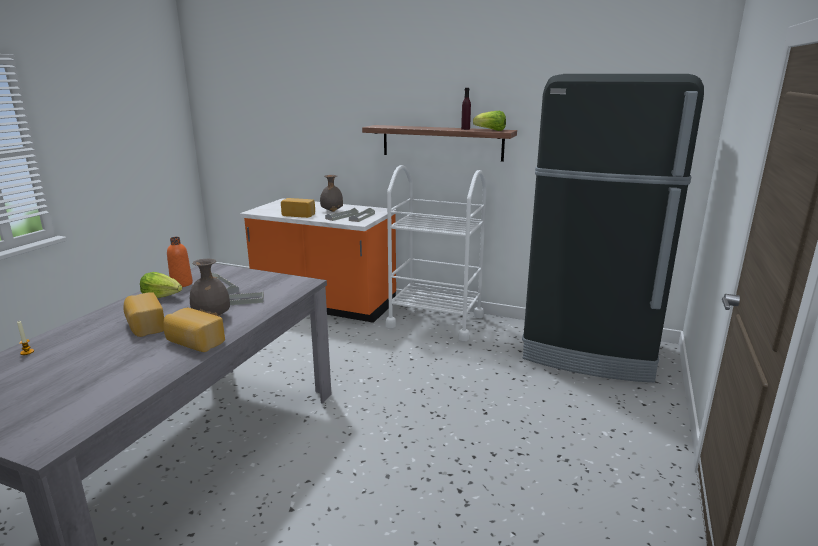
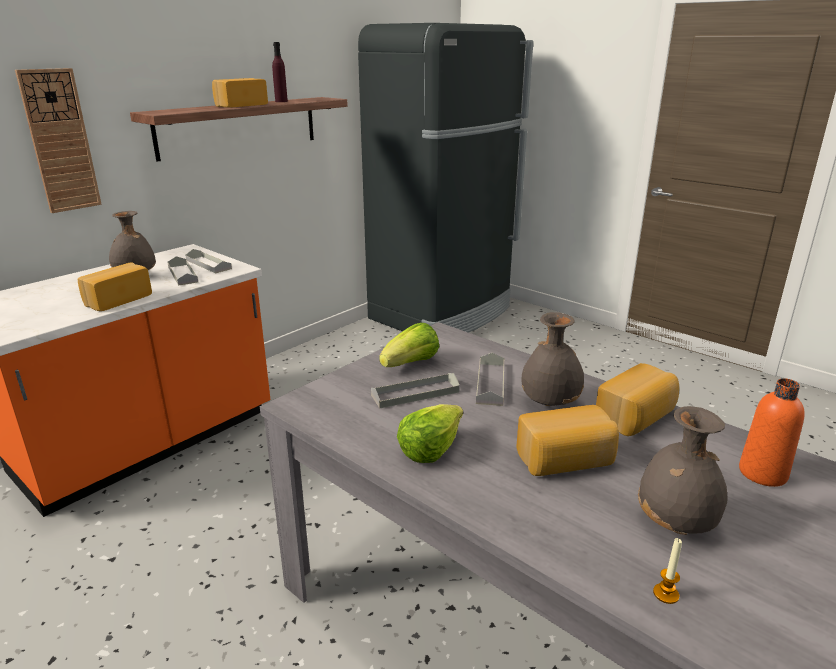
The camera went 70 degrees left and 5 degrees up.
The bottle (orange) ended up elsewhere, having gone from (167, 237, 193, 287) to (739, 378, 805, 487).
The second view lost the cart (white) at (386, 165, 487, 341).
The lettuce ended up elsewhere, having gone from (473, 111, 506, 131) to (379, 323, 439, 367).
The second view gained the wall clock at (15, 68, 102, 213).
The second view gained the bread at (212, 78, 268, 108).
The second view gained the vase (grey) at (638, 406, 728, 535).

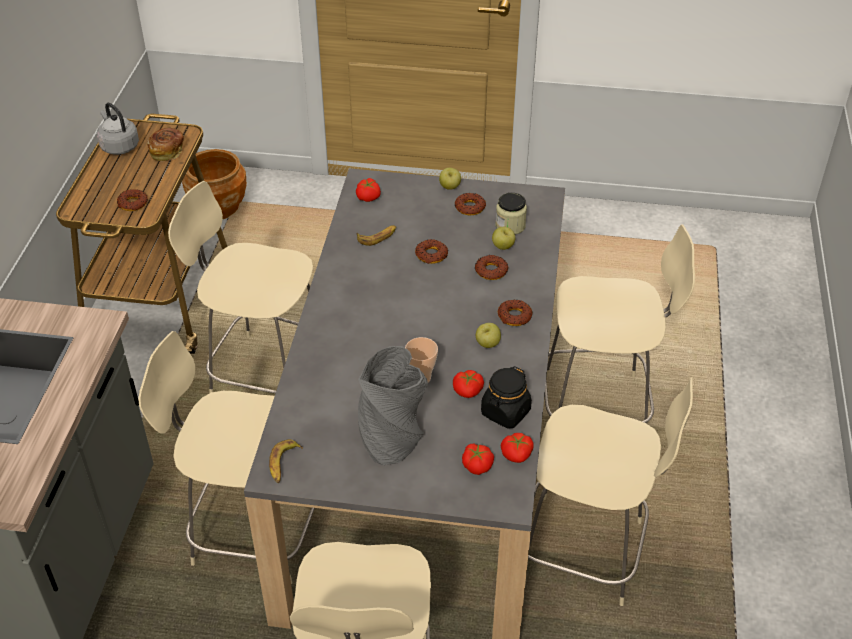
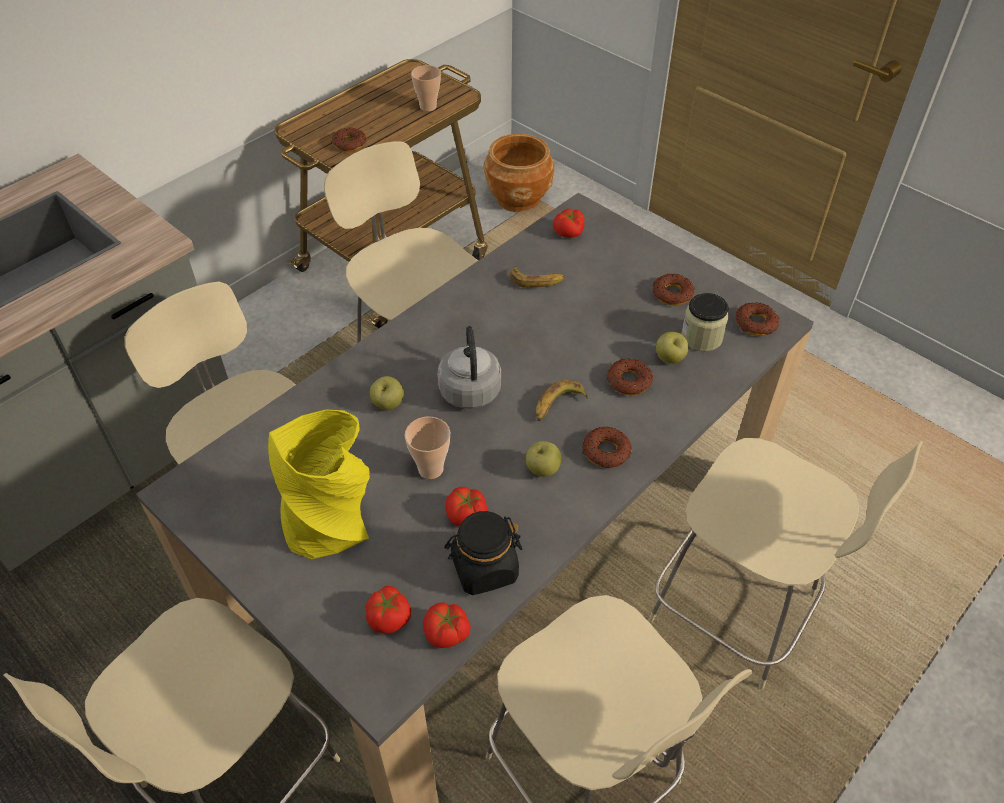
The camera went 35 degrees right and 5 degrees up.
The kettle (grey) ended up elsewhere, having gone from (97, 103, 139, 155) to (437, 326, 501, 409).
Where the bread stood at (147, 128, 184, 161), the cup came to stand at (411, 65, 441, 111).
The banana ended up elsewhere, having gone from (269, 439, 303, 483) to (536, 380, 588, 421).
What was the vase (grey) at (358, 346, 428, 465) turned into the vase (yellow) at (268, 409, 370, 559).
The donut ended up elsewhere, having gone from (415, 239, 448, 264) to (735, 302, 779, 336).
The apple ended up elsewhere, having gone from (439, 168, 461, 190) to (370, 376, 404, 410).

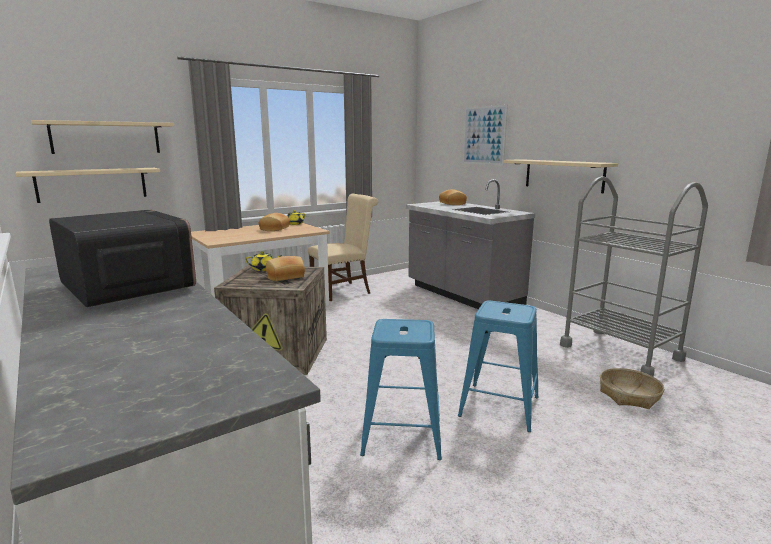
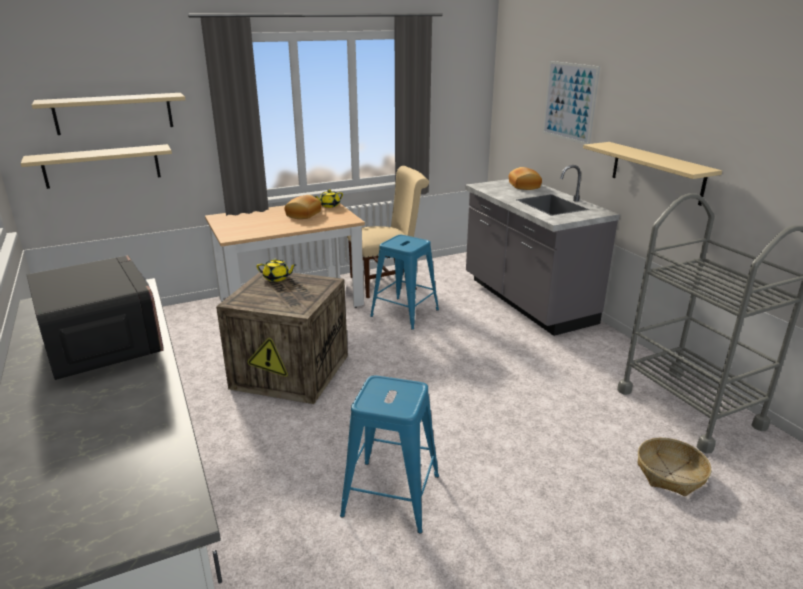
The camera went 10 degrees right and 10 degrees up.
The second view lost the bread at (266, 256, 305, 281).
The stool (blue) ended up elsewhere, having gone from (458, 301, 539, 432) to (370, 235, 439, 330).

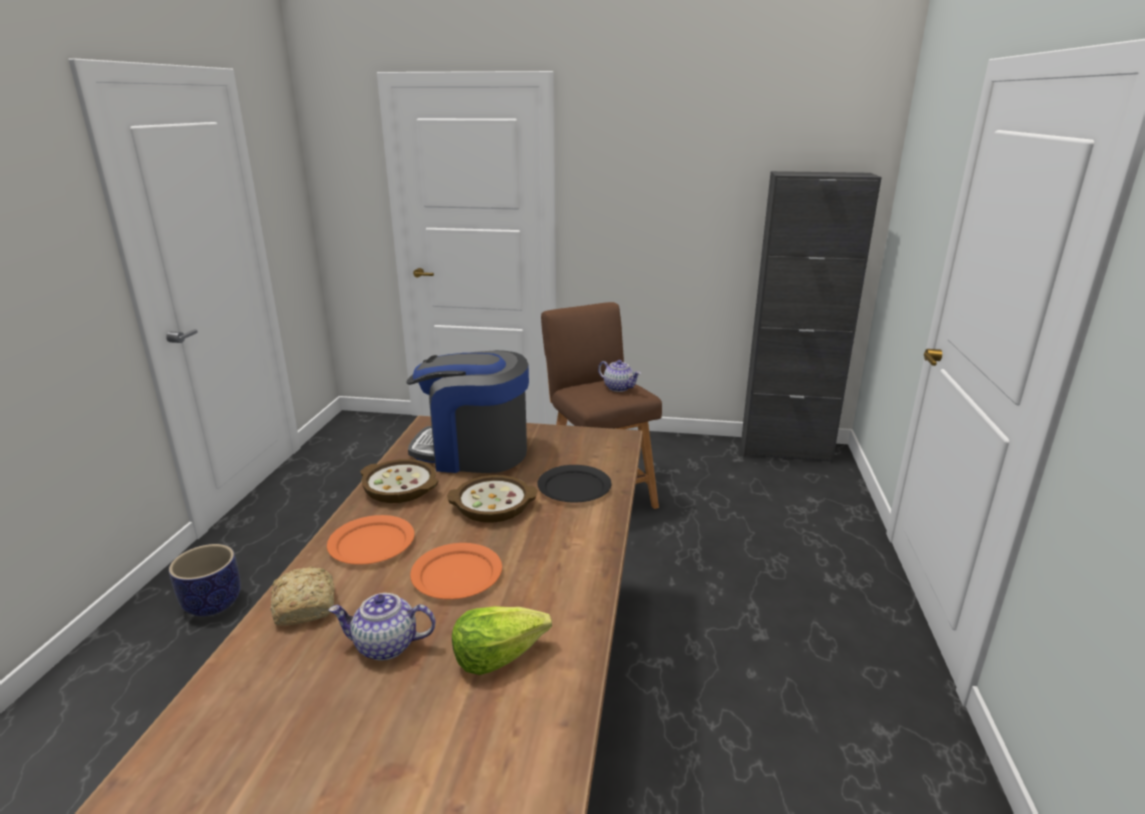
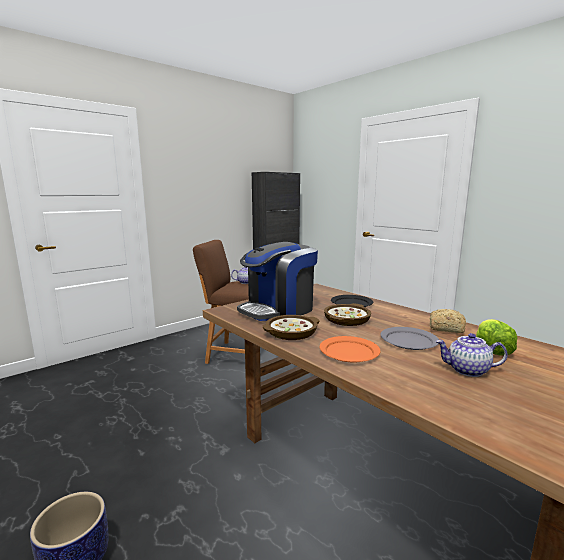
The camera went 50 degrees left and 10 degrees down.
The bread ended up elsewhere, having gone from (270, 566, 335, 626) to (430, 309, 466, 333).
The teapot at (329, 593, 436, 661) ended up facing another way, 60 degrees clockwise from before.
What was the plate (orange) at (410, 543, 502, 599) turned into the plate (grey) at (380, 327, 439, 350).

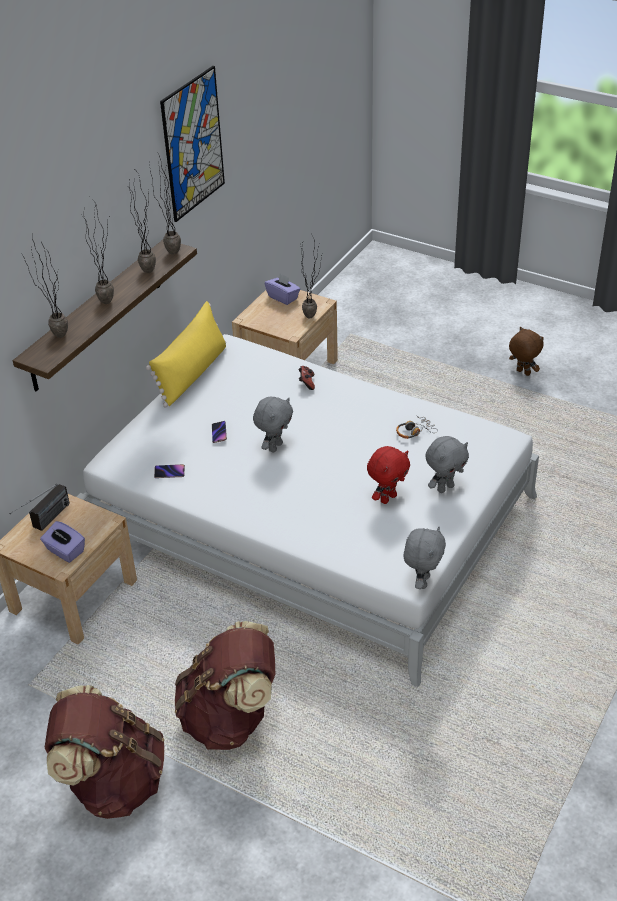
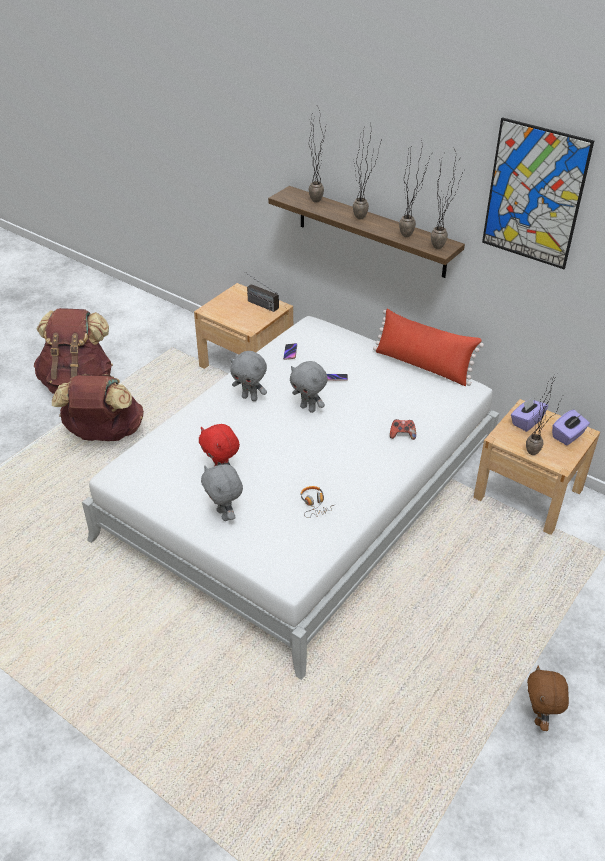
The camera went 95 degrees right and 0 degrees up.
The tissue box (purple) ended up elsewhere, having gone from (40, 521, 85, 563) to (511, 397, 548, 432).
What was the pillow (yellow) at (146, 301, 226, 408) turned into the pillow (red) at (373, 308, 484, 386).
The plush toy (grey) ended up elsewhere, having gone from (403, 527, 446, 589) to (230, 351, 267, 401).
The plush toy (brown) at (509, 327, 544, 376) ended up facing another way, 135 degrees clockwise from before.

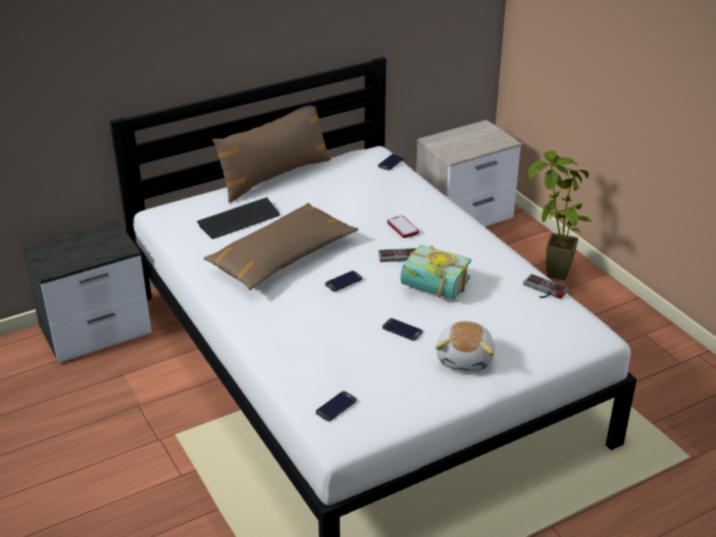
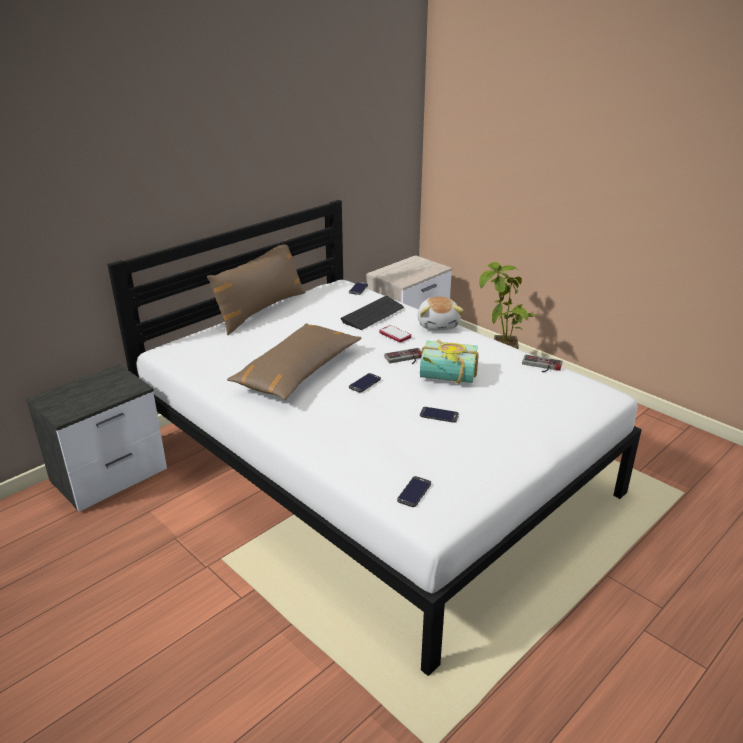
The camera went 15 degrees left and 5 degrees down.
The keyboard ended up elsewhere, having gone from (197, 197, 280, 239) to (340, 296, 404, 330).
The plush toy ended up elsewhere, having gone from (435, 321, 495, 371) to (417, 297, 464, 330).

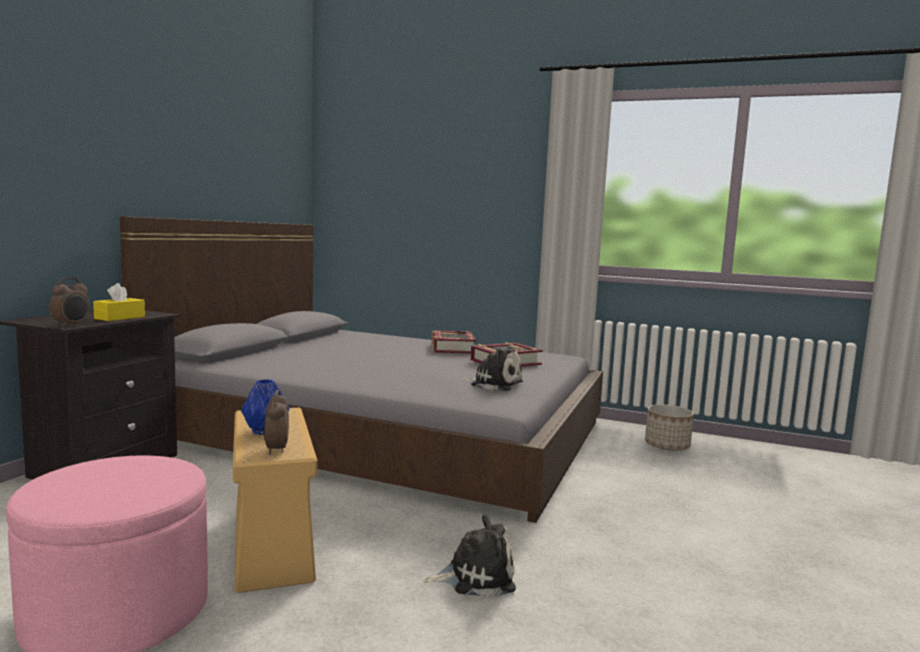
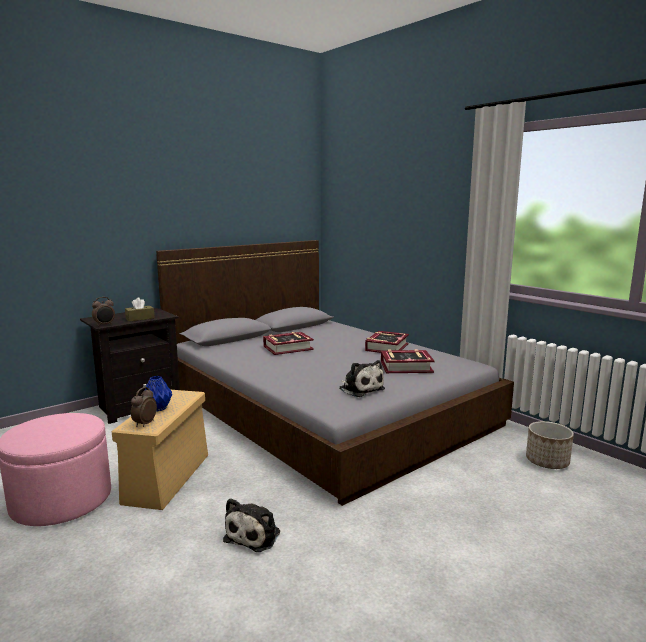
The camera went 30 degrees right and 5 degrees up.
What was the tissue box (yellow) at (93, 283, 145, 321) turned into the tissue box (brown) at (125, 298, 155, 322).
The plush toy at (424, 514, 516, 597) ended up facing another way, 90 degrees clockwise from before.
The second view gained the book at (263, 332, 314, 355).

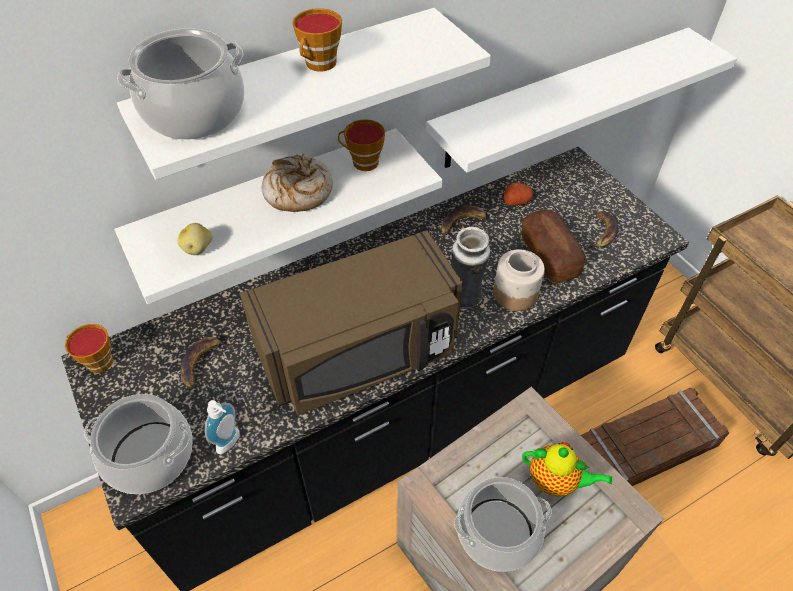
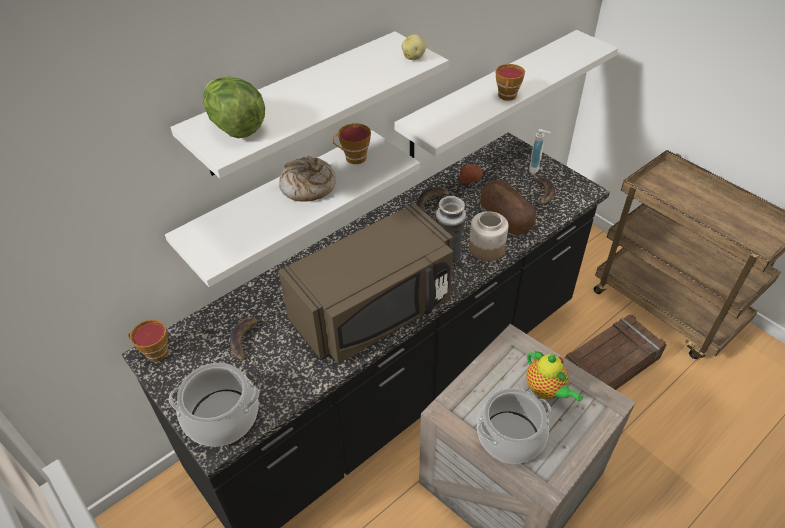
The camera went 10 degrees left and 5 degrees down.
Where the cooking pot stood at (117, 28, 244, 140), the lettuce came to stand at (203, 76, 265, 138).
The potato ended up elsewhere, having gone from (177, 223, 213, 255) to (402, 34, 427, 60).
The soap dispenser ended up elsewhere, having gone from (205, 400, 240, 454) to (529, 129, 551, 174).
The cup ended up elsewhere, having gone from (292, 8, 342, 72) to (496, 64, 525, 101).
The teapot at (522, 442, 613, 496) ended up facing another way, 45 degrees clockwise from before.

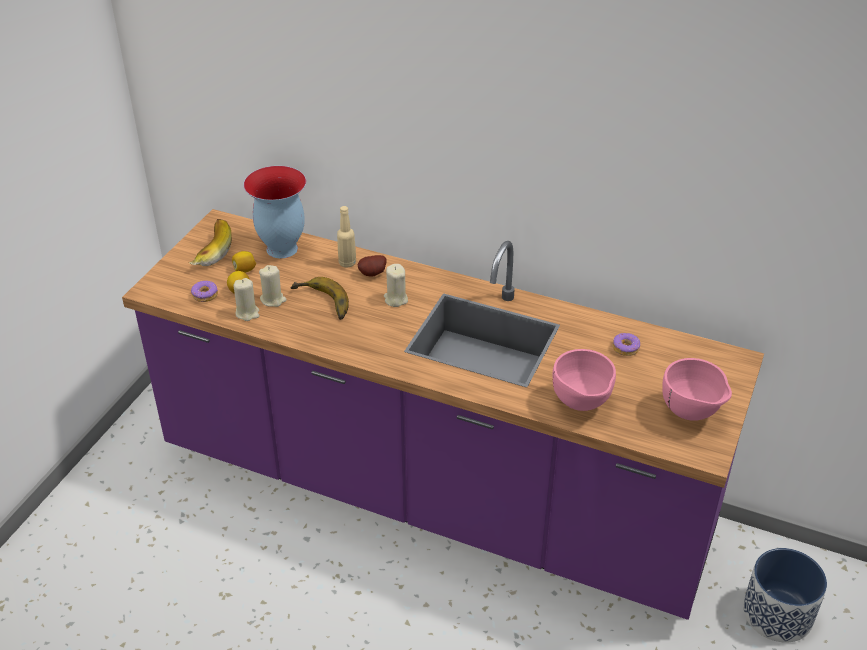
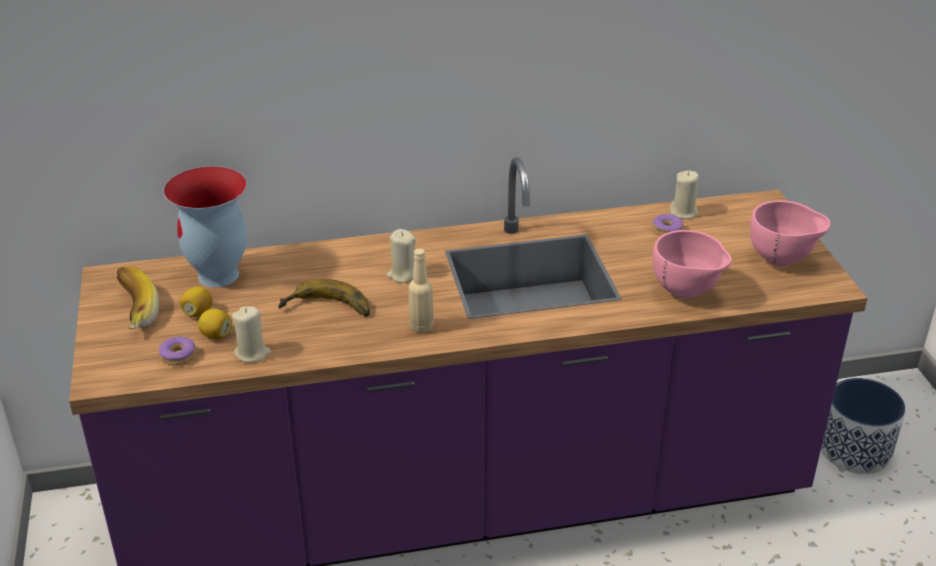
The camera went 35 degrees left and 5 degrees down.
The candle (beige) ended up elsewhere, having gone from (259, 265, 287, 307) to (670, 170, 699, 219).
The bottle (beige) ended up elsewhere, having gone from (337, 206, 356, 267) to (409, 248, 434, 333).
The second view lost the potato at (358, 255, 386, 277).

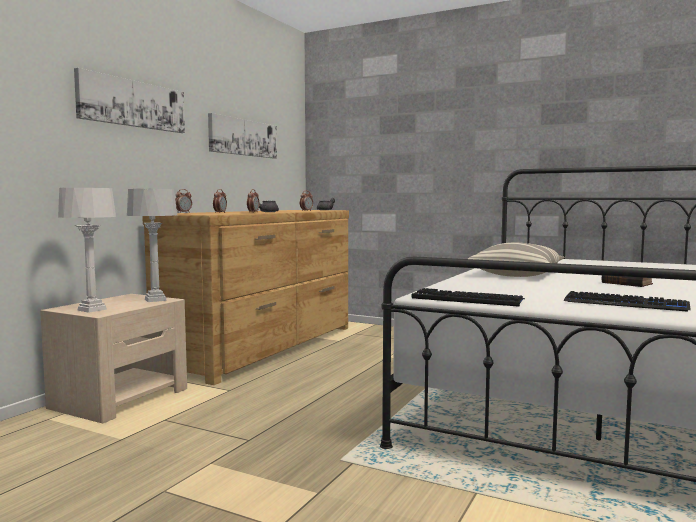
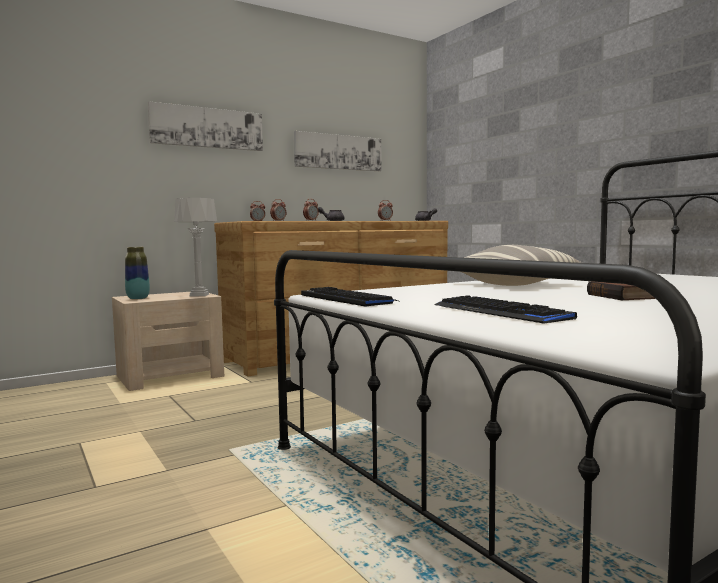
The camera went 30 degrees right and 0 degrees up.
Where the table lamp (white) stood at (58, 188, 116, 313), the vase came to stand at (125, 247, 150, 299).

